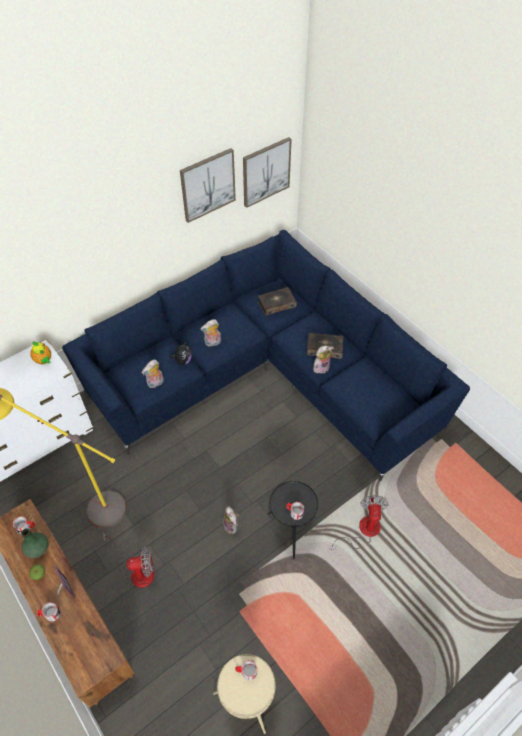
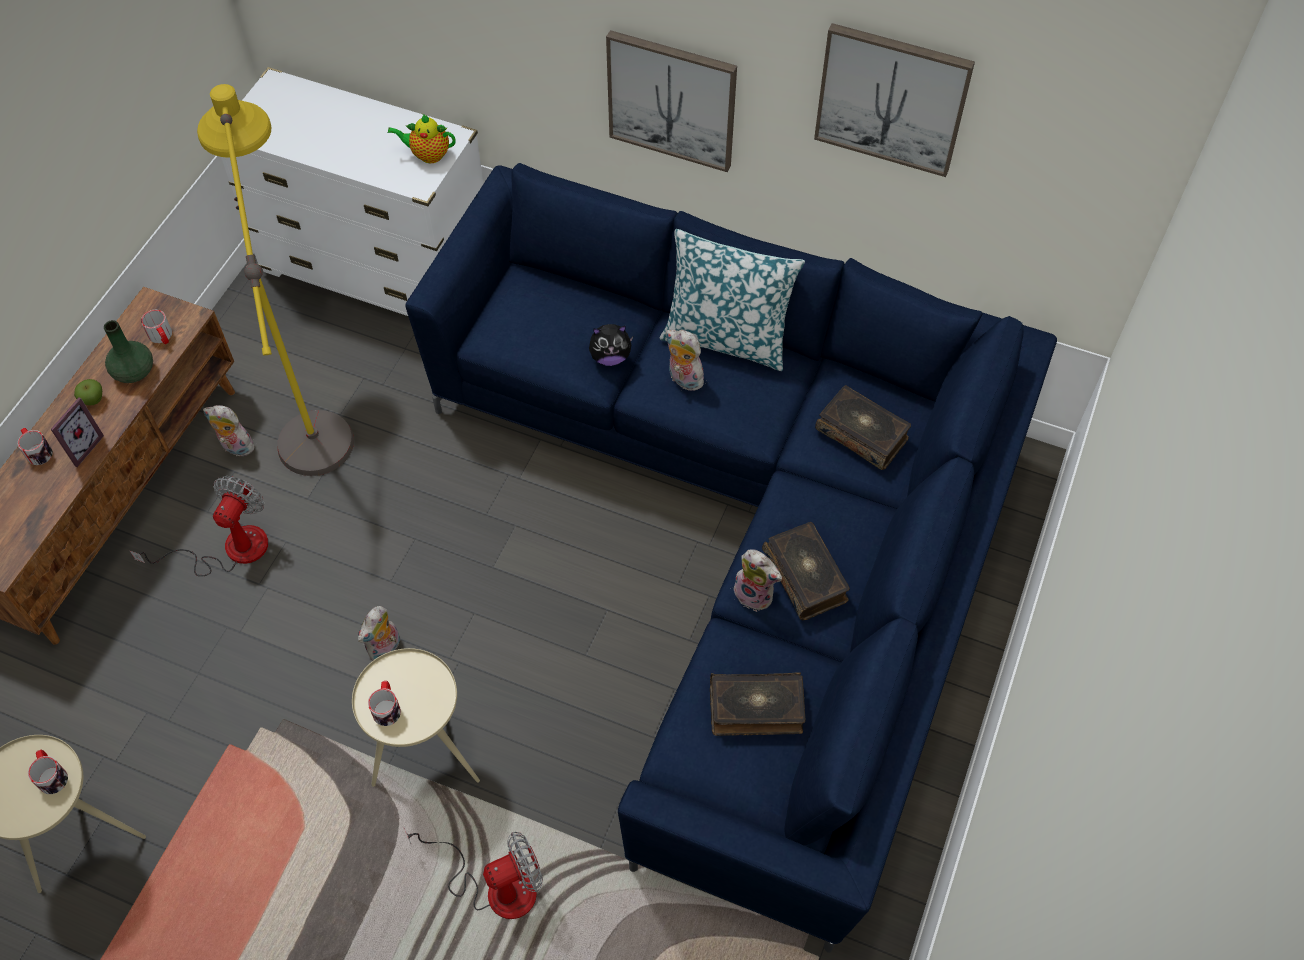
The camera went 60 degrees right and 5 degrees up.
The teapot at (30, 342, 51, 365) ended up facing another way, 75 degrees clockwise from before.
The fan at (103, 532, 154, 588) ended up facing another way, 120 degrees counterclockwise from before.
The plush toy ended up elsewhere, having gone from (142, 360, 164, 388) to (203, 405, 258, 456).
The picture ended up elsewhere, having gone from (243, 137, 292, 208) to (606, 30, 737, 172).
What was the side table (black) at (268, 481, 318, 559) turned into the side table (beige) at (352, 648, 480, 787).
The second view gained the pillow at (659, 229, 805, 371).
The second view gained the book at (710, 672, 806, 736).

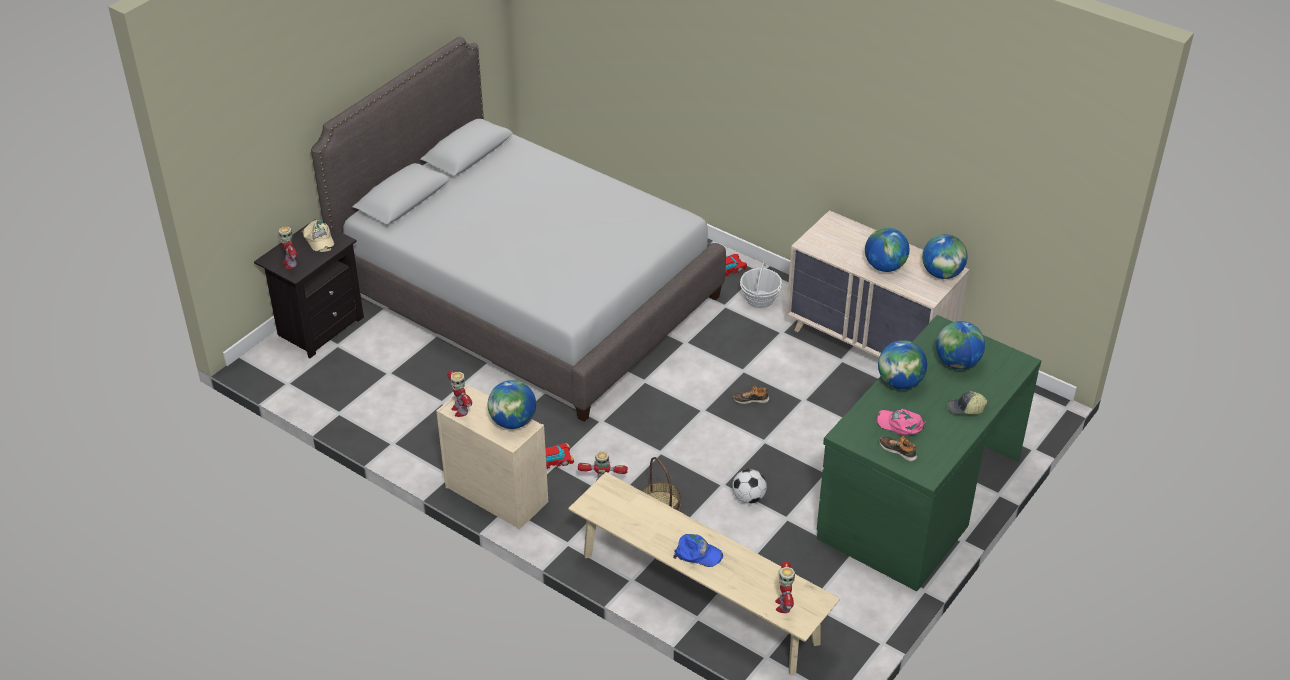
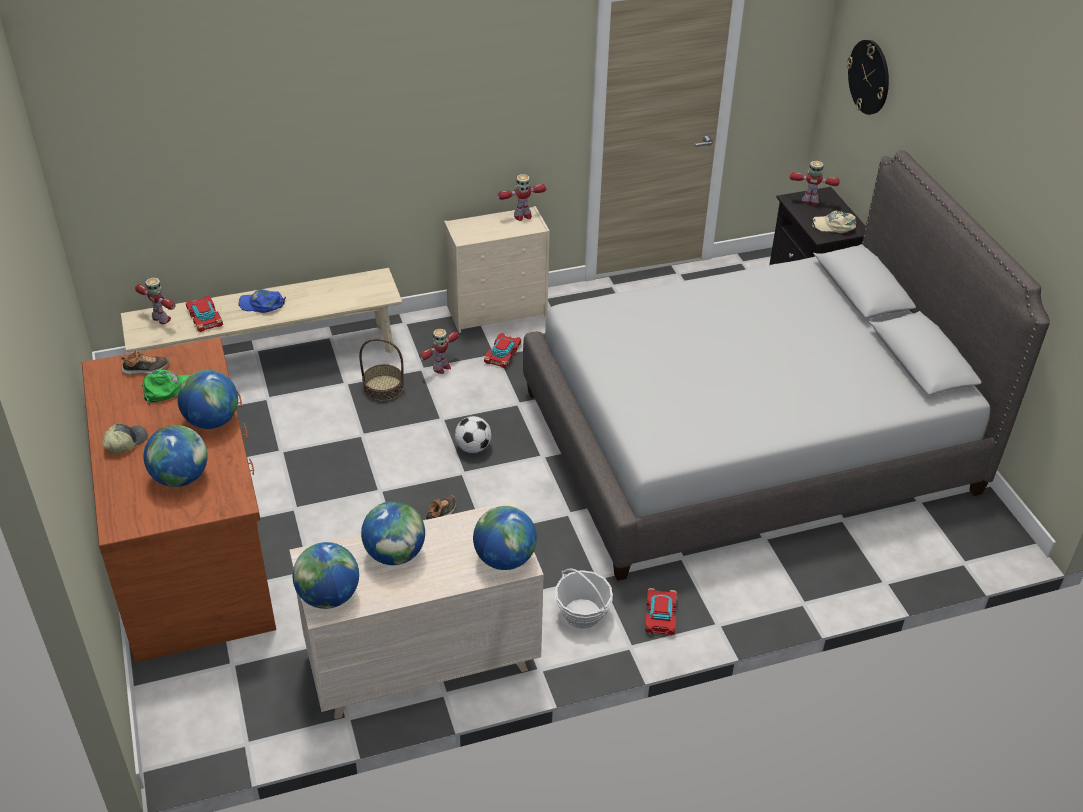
The camera went 125 degrees right and 0 degrees up.
The toy robot at (447, 370, 472, 417) ended up facing another way, 150 degrees clockwise from before.
The globe ended up elsewhere, having gone from (488, 380, 536, 429) to (473, 506, 537, 570).
The cap (blue) at (673, 534, 723, 567) ended up facing another way, 45 degrees clockwise from before.
The football ended up elsewhere, having gone from (732, 469, 767, 504) to (455, 416, 492, 453).
What was the desk (green) at (817, 315, 1041, 591) turned into the desk (brown) at (82, 338, 276, 663).
What was the cap (pink) at (876, 409, 926, 435) turned into the cap (green) at (142, 370, 190, 405).
The second view gained the toy car at (186, 296, 223, 332).
The second view gained the wall clock at (847, 40, 889, 115).

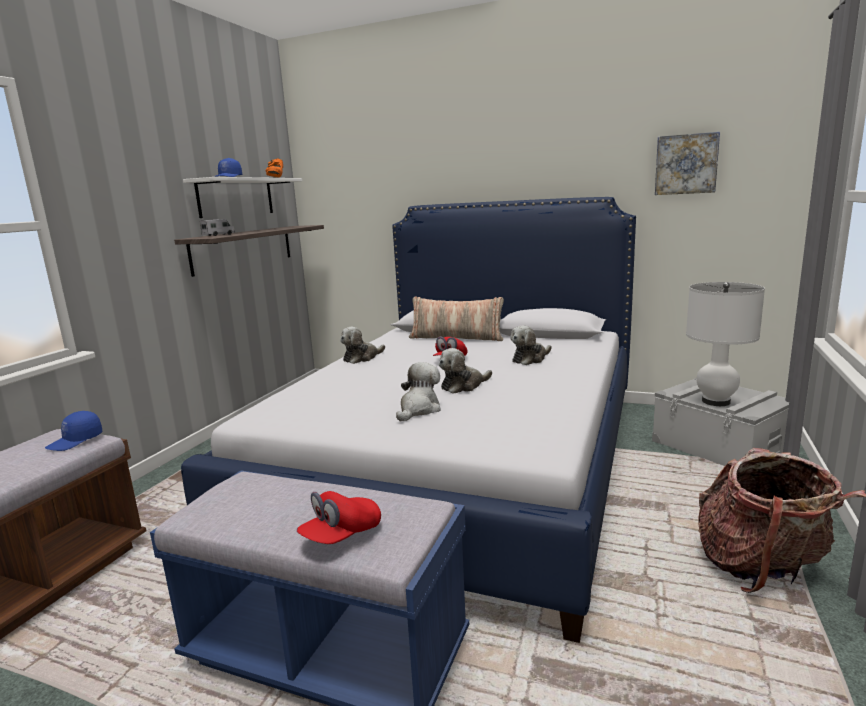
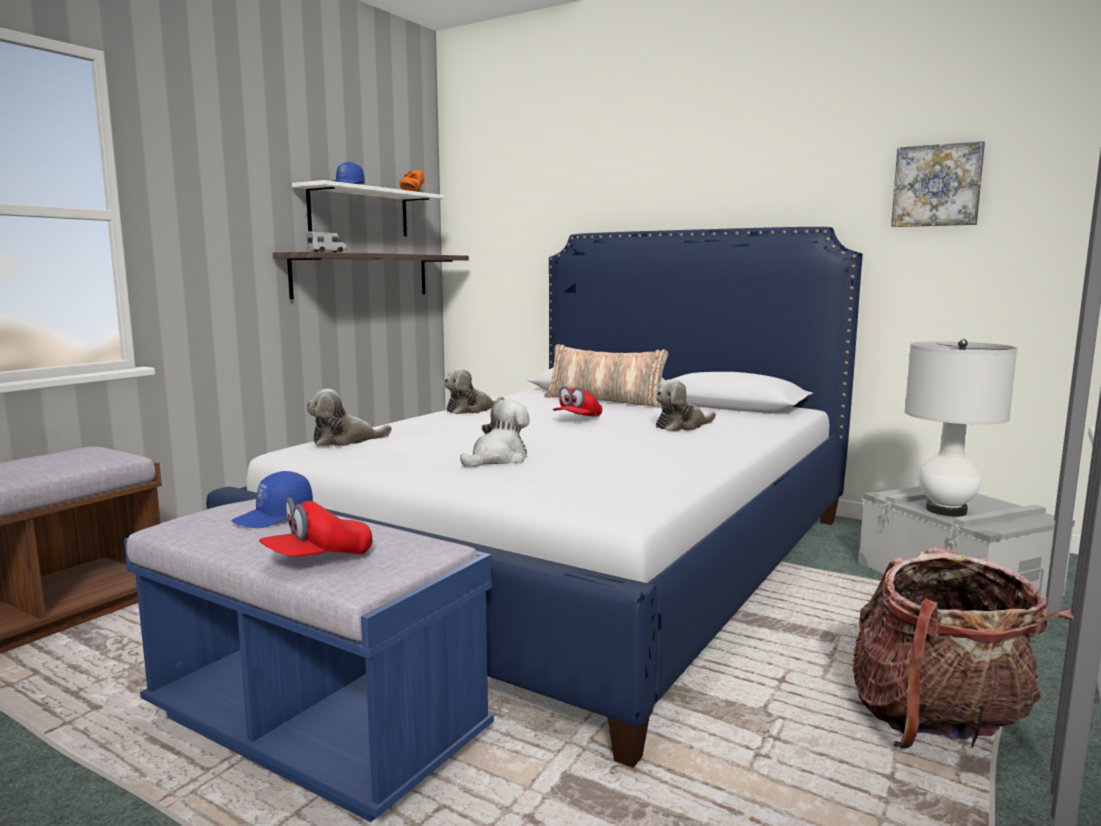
The camera went 10 degrees right and 5 degrees down.
The cap (blue) ended up elsewhere, having gone from (45, 411, 103, 451) to (231, 471, 313, 528).
The plush toy ended up elsewhere, having gone from (439, 348, 492, 394) to (306, 389, 392, 446).

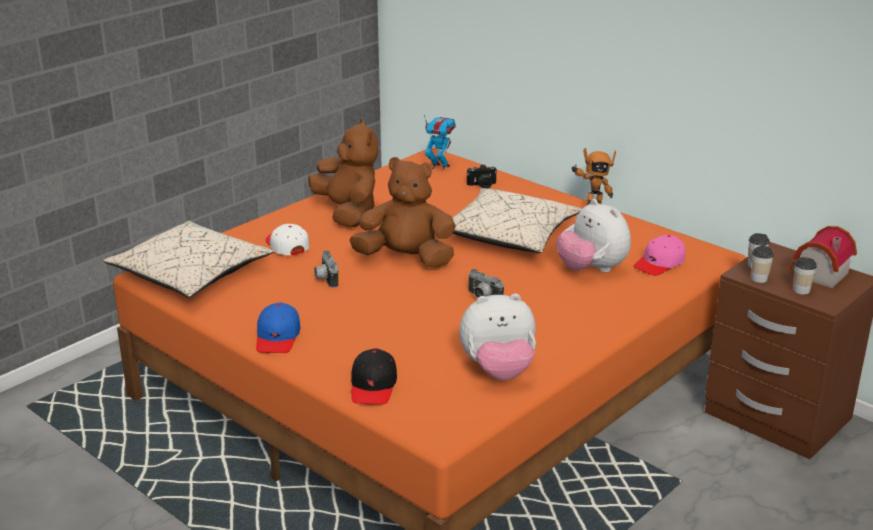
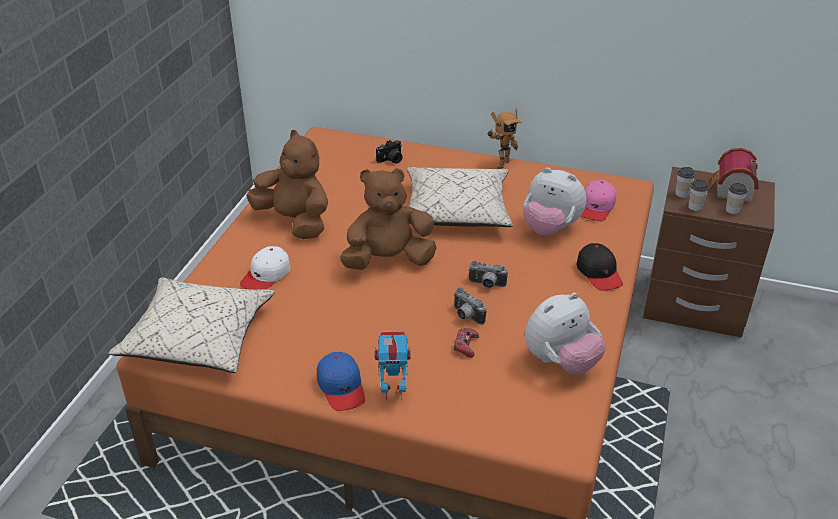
The camera went 25 degrees left and 10 degrees up.
The cap (white) at (266, 224, 309, 255) ended up facing another way, 90 degrees counterclockwise from before.
The photo camera ended up elsewhere, having gone from (314, 250, 338, 288) to (454, 287, 487, 325).
The cap (black) ended up elsewhere, having gone from (351, 348, 397, 405) to (576, 243, 623, 291).
The toy robot ended up elsewhere, having gone from (424, 115, 456, 171) to (375, 331, 411, 400).
The second view gained the game controller (red) at (454, 327, 479, 358).

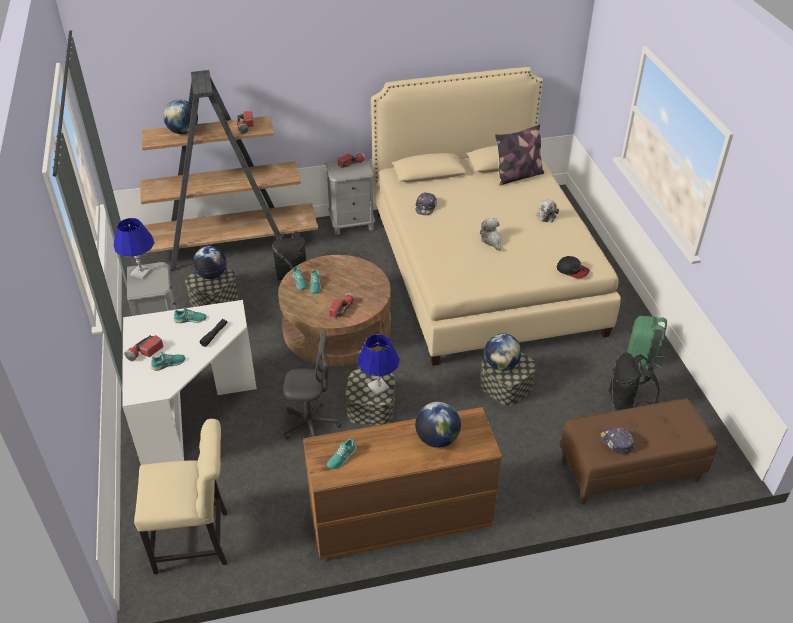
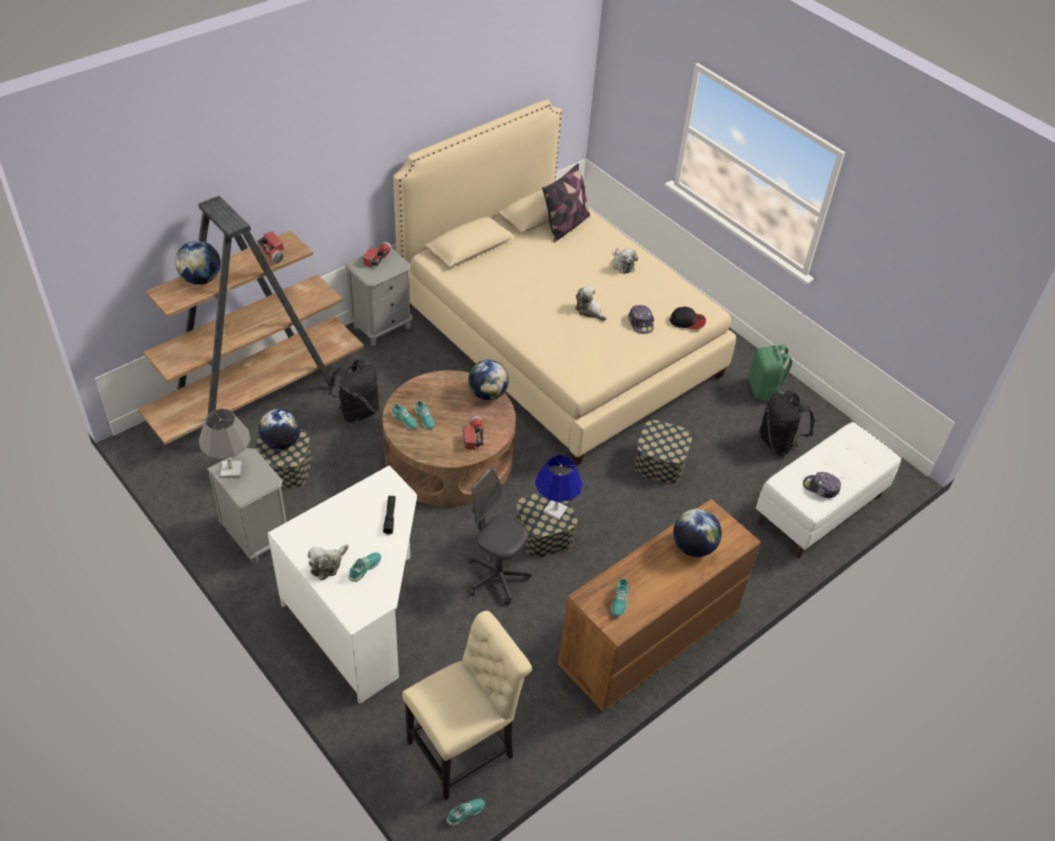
The camera went 30 degrees left and 5 degrees up.
What was the table lamp (blue) at (113, 218, 154, 279) turned into the table lamp (grey) at (199, 409, 251, 478).
Where the flashlight stood at (124, 335, 163, 361), the plush toy came to stand at (307, 544, 349, 581).
The shoe (turquoise) ended up elsewhere, having gone from (173, 307, 206, 323) to (446, 798, 485, 826).
The office chair (grey) at (283, 330, 342, 440) ended up facing another way, 120 degrees counterclockwise from before.
The cap ended up elsewhere, having gone from (416, 193, 437, 215) to (628, 305, 654, 334).
The globe ended up elsewhere, having gone from (484, 333, 522, 371) to (468, 360, 509, 400).
What was the bench (brown) at (560, 399, 717, 505) turned into the bench (white) at (756, 422, 901, 558).

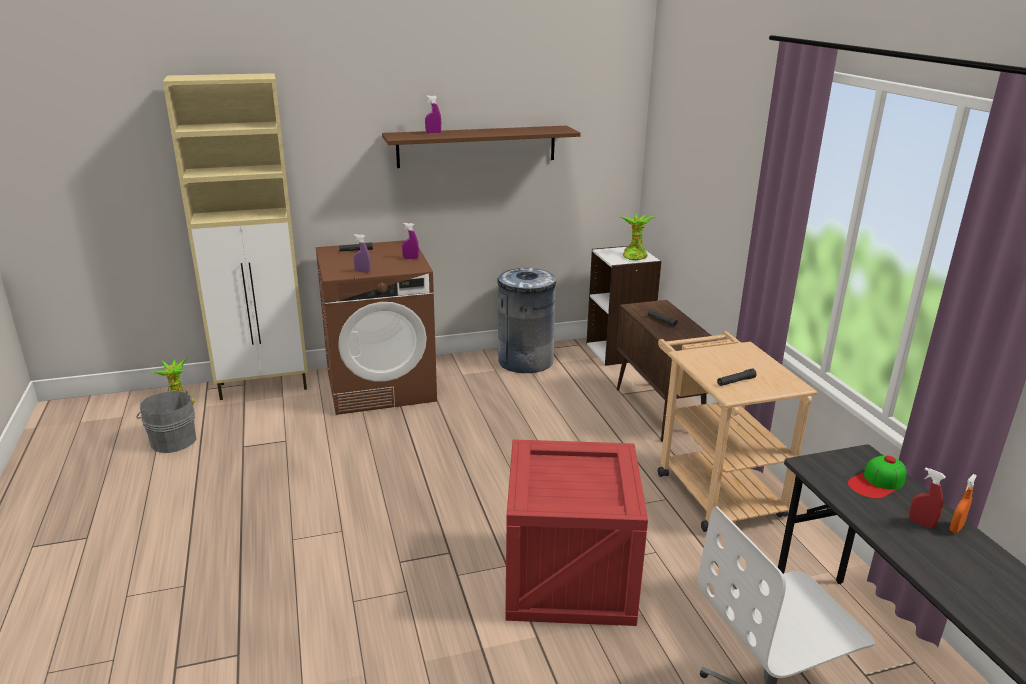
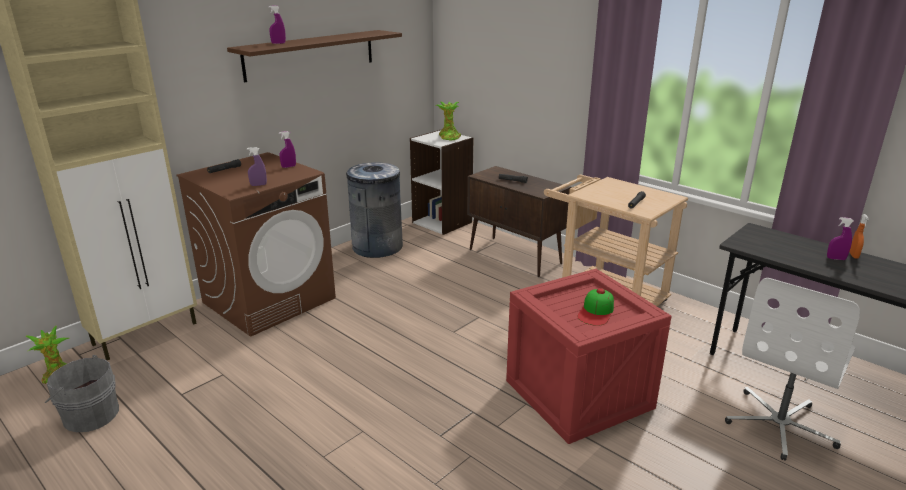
The camera went 30 degrees left and 0 degrees up.
The cap ended up elsewhere, having gone from (848, 456, 907, 499) to (578, 288, 614, 326).
What was the spray bottle (red) at (909, 468, 946, 529) turned into the spray bottle (purple) at (827, 217, 854, 260).

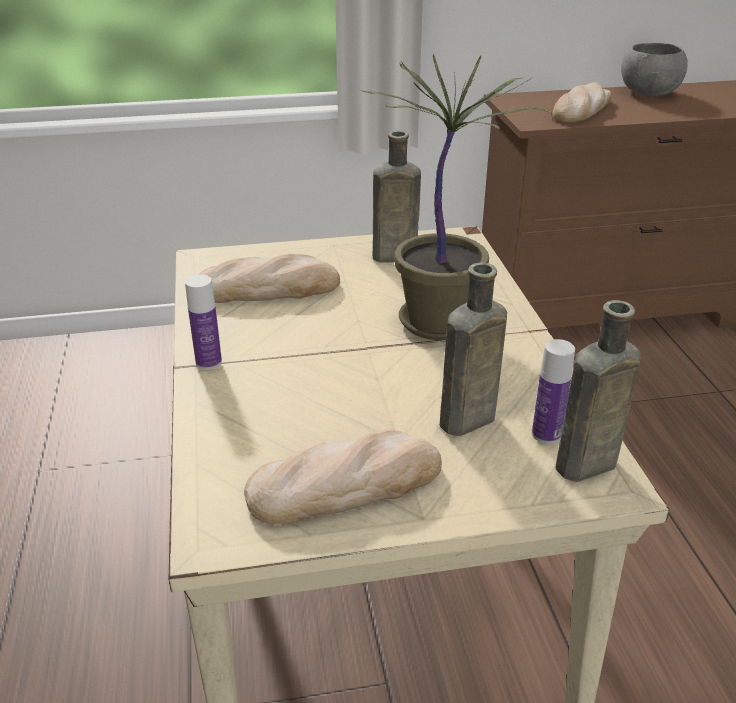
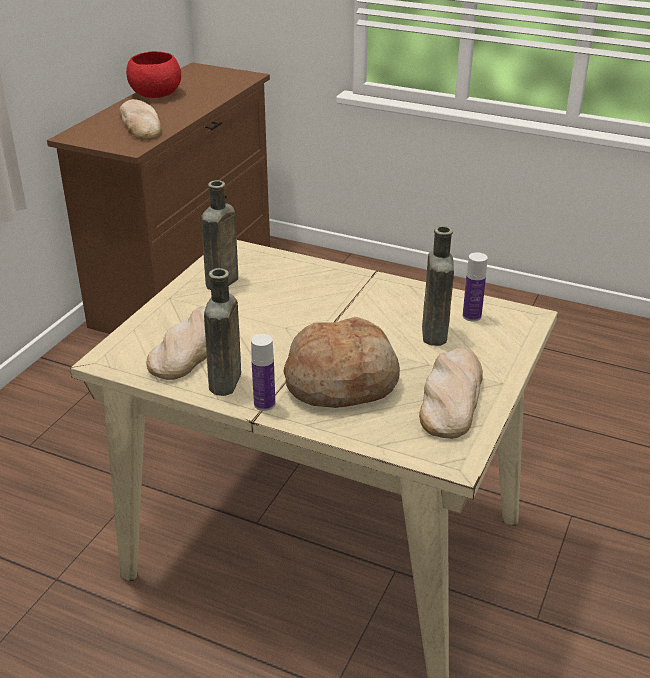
The camera went 55 degrees left and 0 degrees up.
The second view lost the potted plant at (360, 54, 552, 340).
The bottle (brown) ended up elsewhere, having gone from (555, 300, 641, 482) to (204, 268, 241, 396).
What was the bowl (grey) at (621, 43, 688, 96) turned into the bowl (red) at (126, 51, 181, 98).
The second view gained the bread at (284, 317, 400, 408).

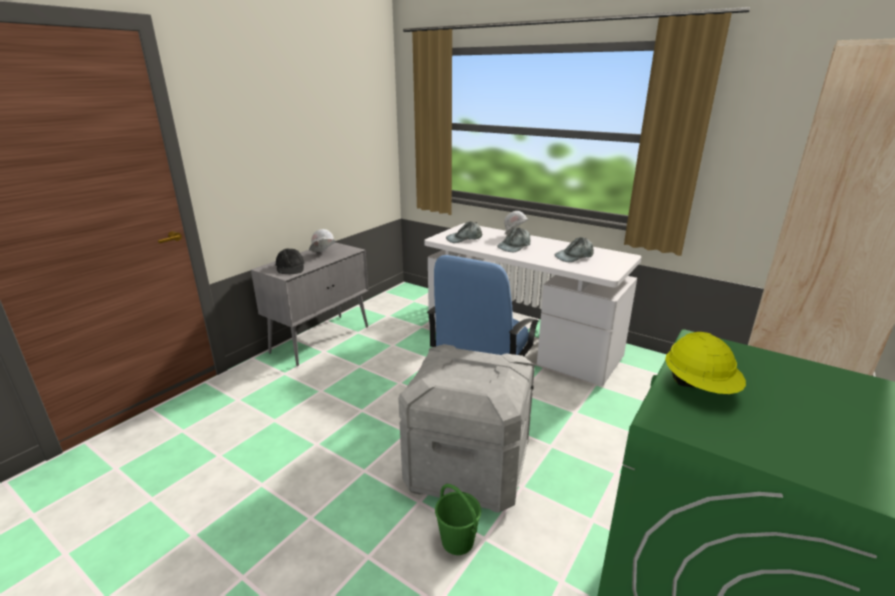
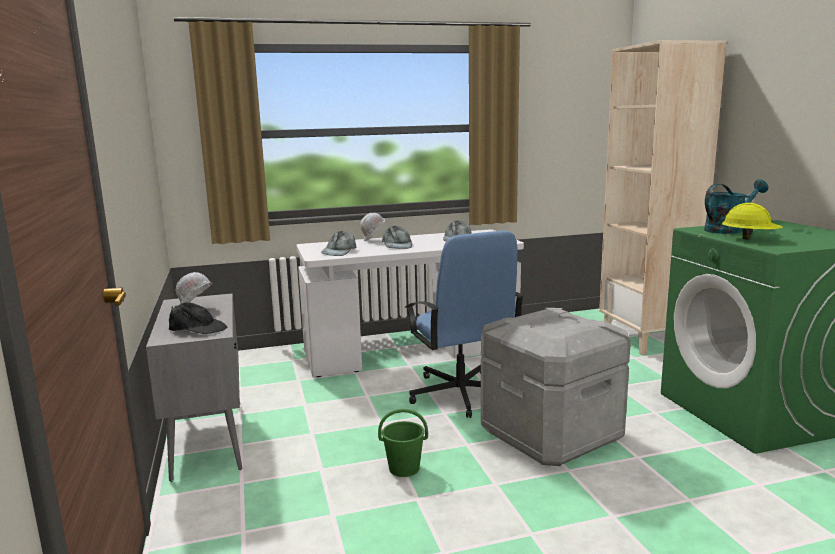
The camera went 50 degrees left and 10 degrees down.
The bucket (green) ended up elsewhere, having gone from (435, 484, 481, 555) to (378, 409, 428, 477).
The second view gained the watering can (turquoise) at (704, 179, 768, 234).

